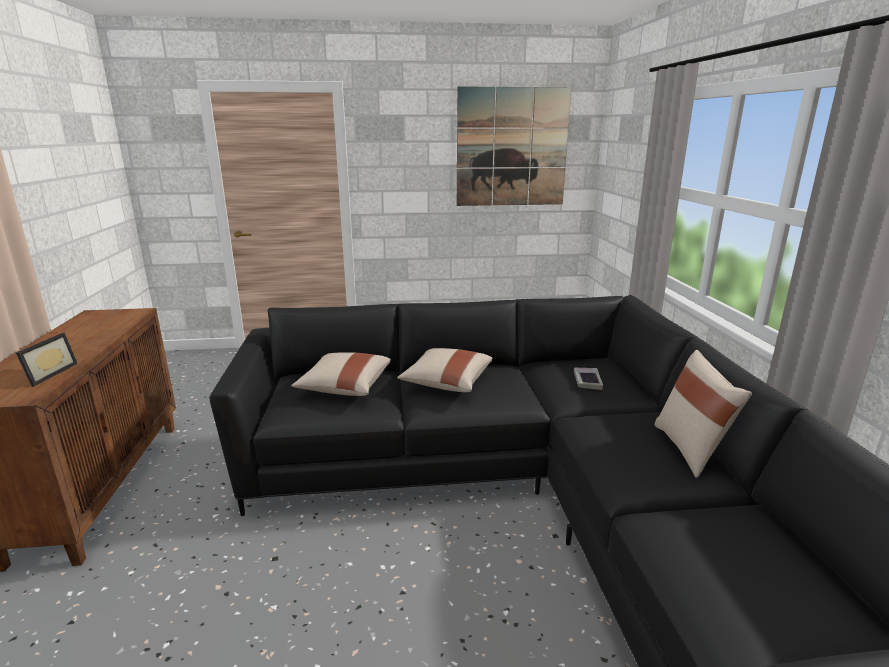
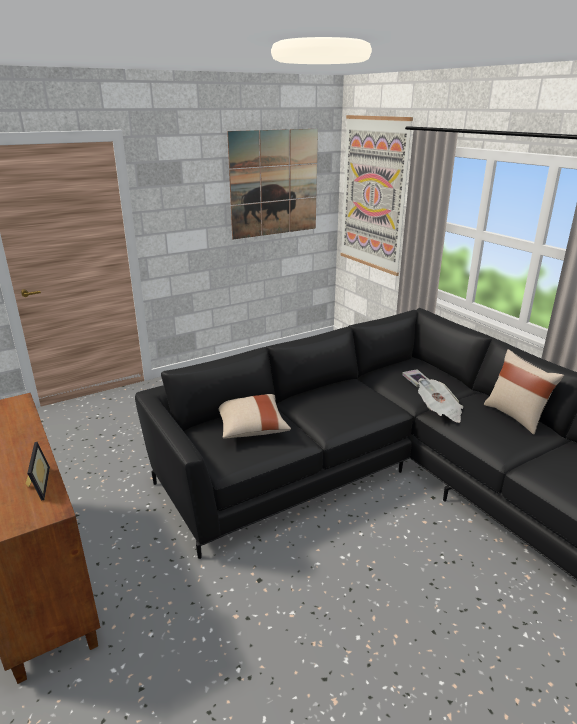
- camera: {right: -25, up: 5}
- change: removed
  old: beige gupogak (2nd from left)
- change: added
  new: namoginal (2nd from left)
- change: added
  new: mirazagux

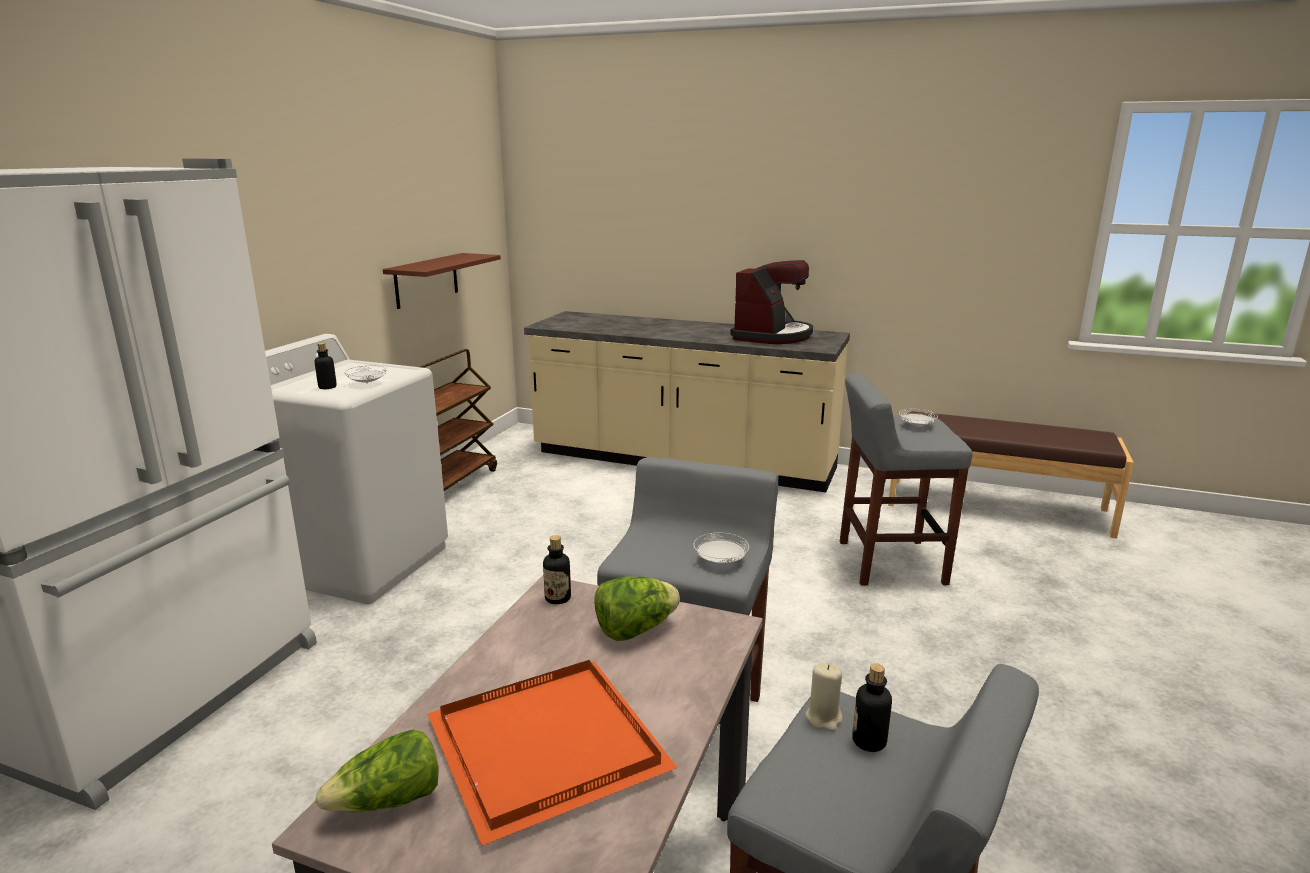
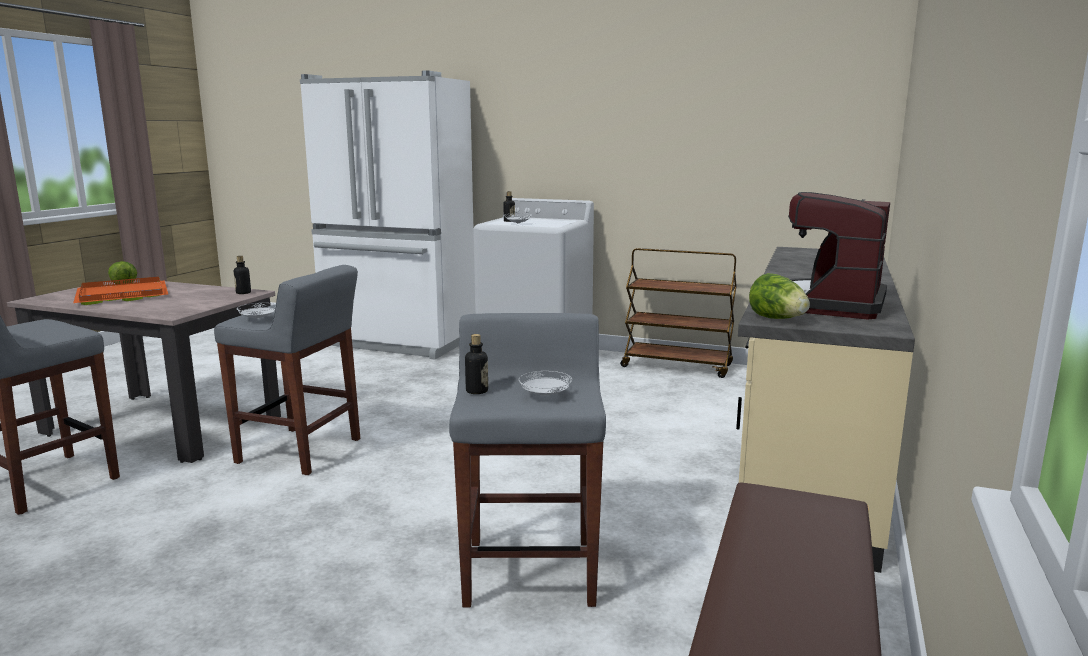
- camera: {right: 90, up: -5}
- change: removed
  old: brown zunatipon
- change: turned
  old: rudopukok
  degrees: 90
- change: moved
  old: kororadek (2nd from left)
- change: removed
  old: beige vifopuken
- change: moved
  old: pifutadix (3rd from left in the first image)
  new: pifutadix (2nd from left)

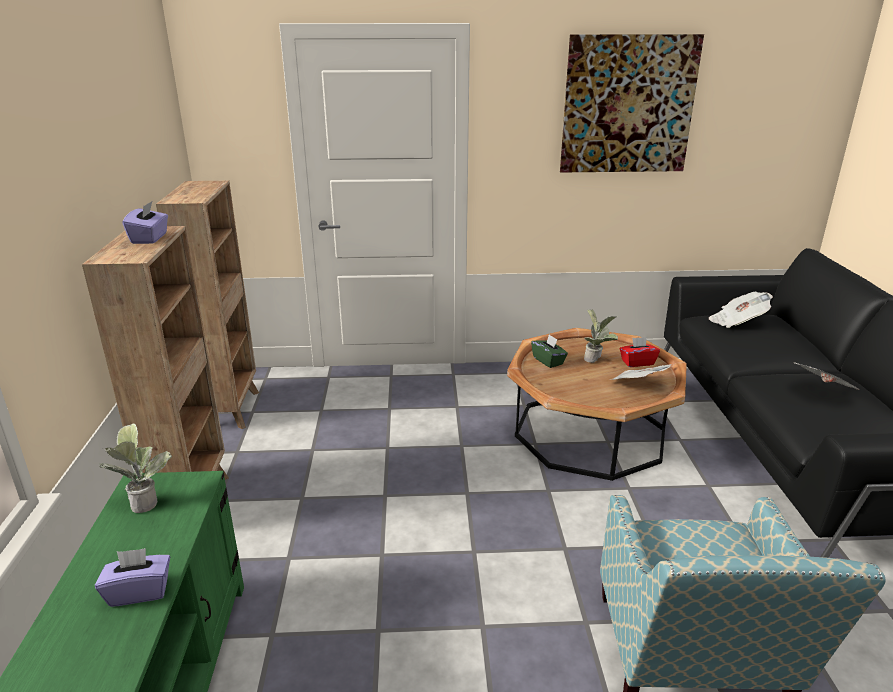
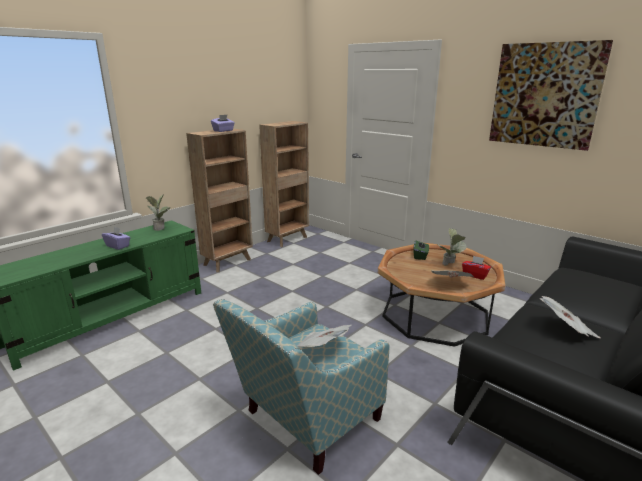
- camera: {right: 45, up: -5}
- change: moved
  old: mirazagux (2nd from left in the first image)
  new: mirazagux (1st from left)

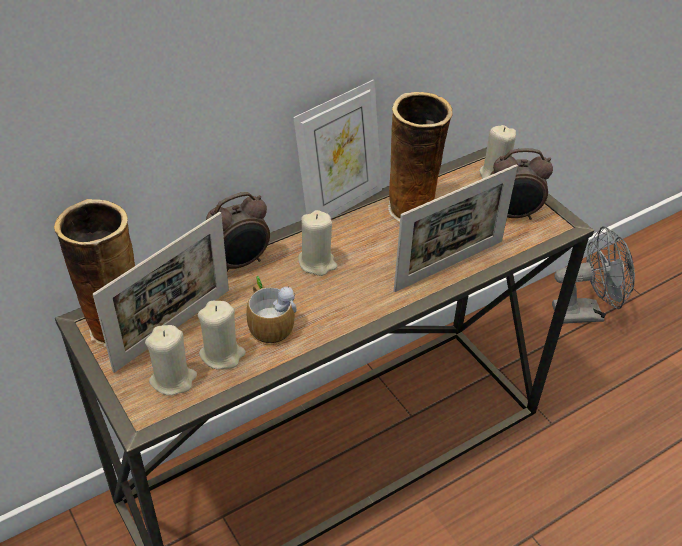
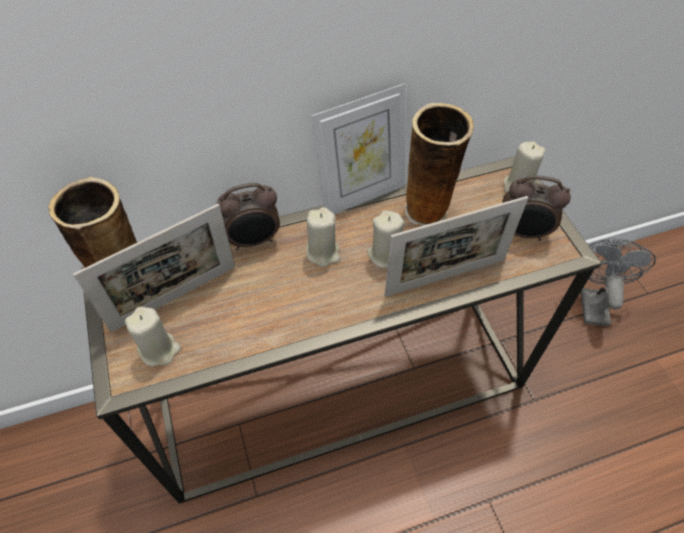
- camera: {right: 15, up: 10}
- change: turned
  old: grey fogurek
  degrees: -90
- change: removed
  old: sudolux
- change: moved
  old: beige vifopuken (2nd from left in the first image)
  new: beige vifopuken (3rd from left)

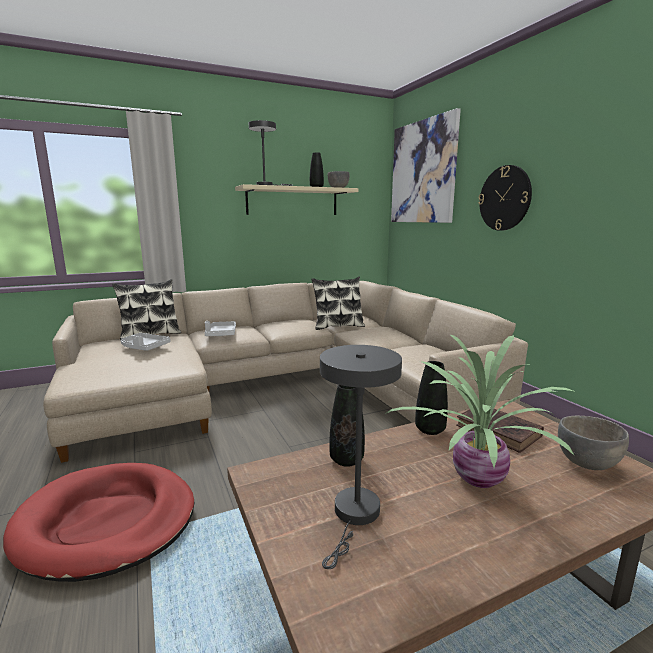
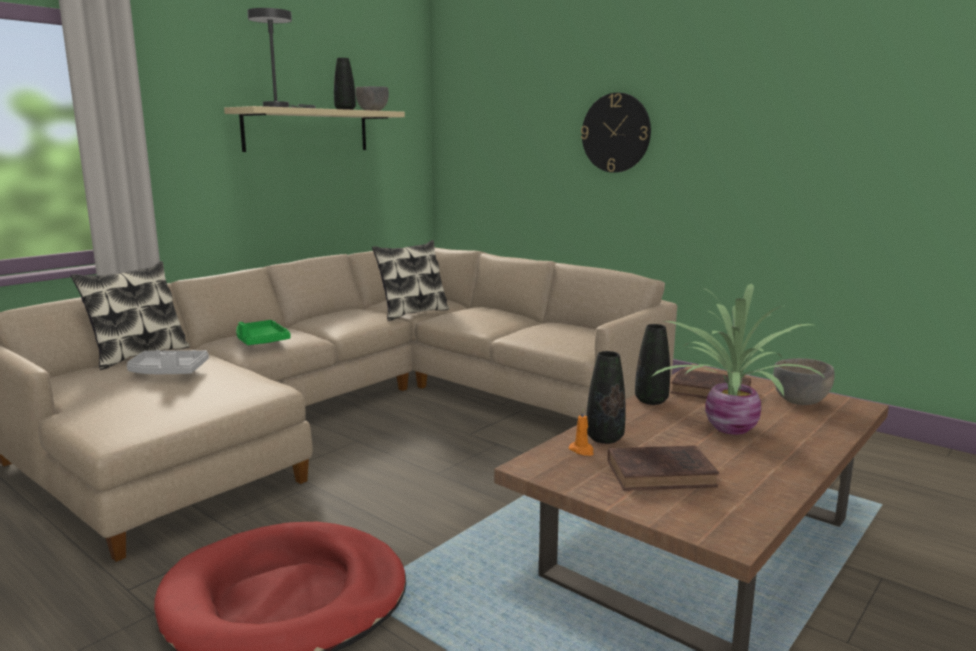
- camera: {right: -25, up: 0}
- change: removed
  old: namoginal
- change: recoloured
  old: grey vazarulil (2nd from left)
  new: green vazarulil
- change: replaced
  old: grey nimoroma (2nd from left)
  new: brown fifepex (1st from left)
- change: added
  new: orange vifopuken

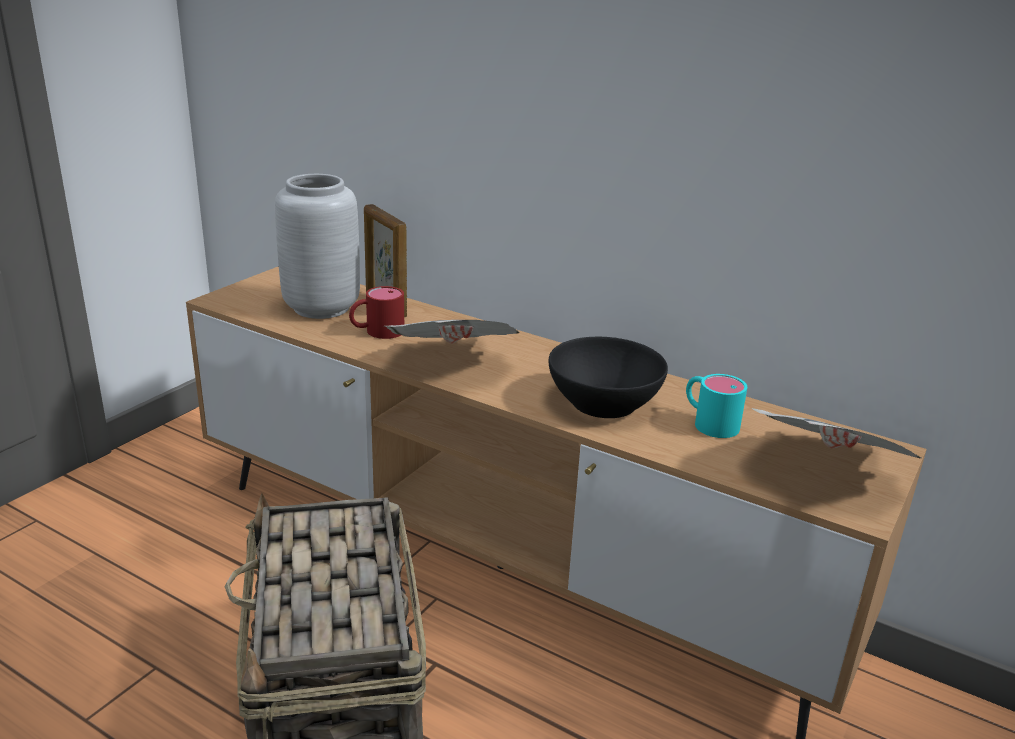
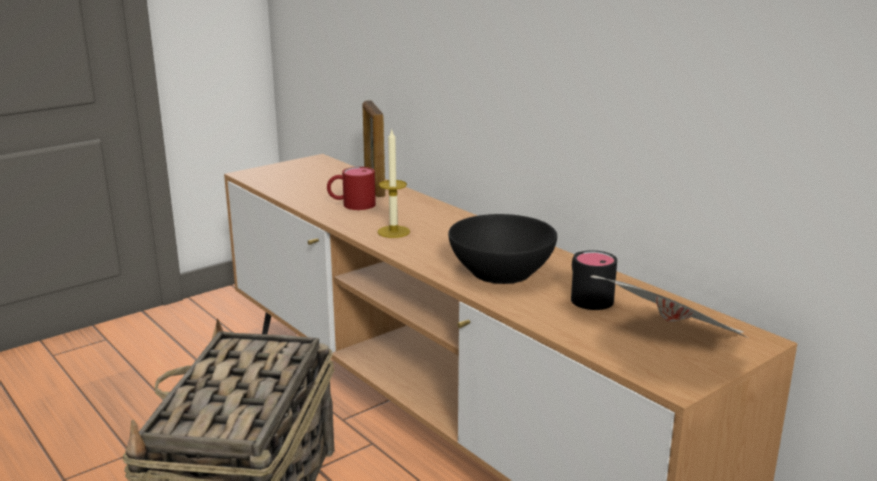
- camera: {right: 20, up: -5}
- change: removed
  old: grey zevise
- change: replaced
  old: mirazagux (1st from left)
  new: vifopuken
- change: recoloured
  old: turquoise sudolux
  new: black sudolux

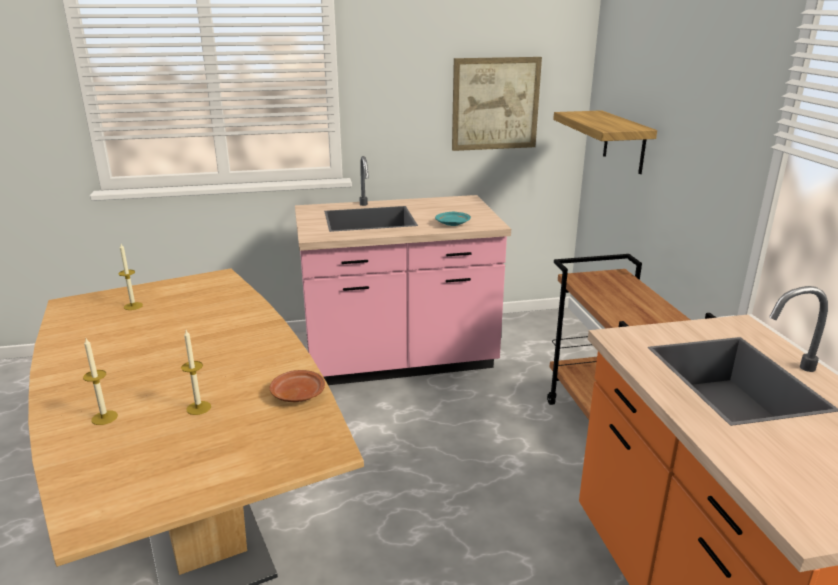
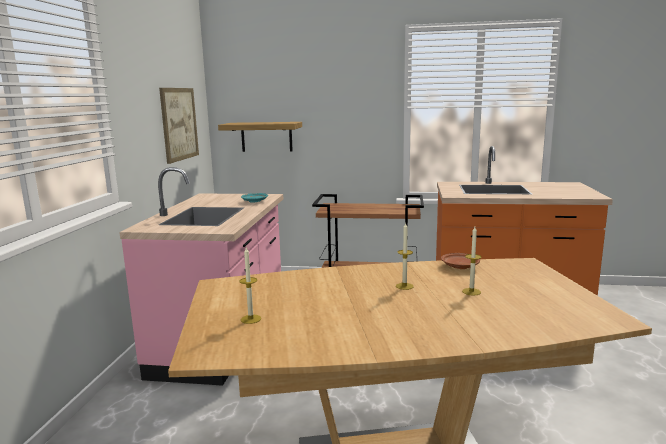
- camera: {right: -70, up: -10}
- change: moved
  old: vifopuken (1st from left in the first image)
  new: vifopuken (2nd from left)

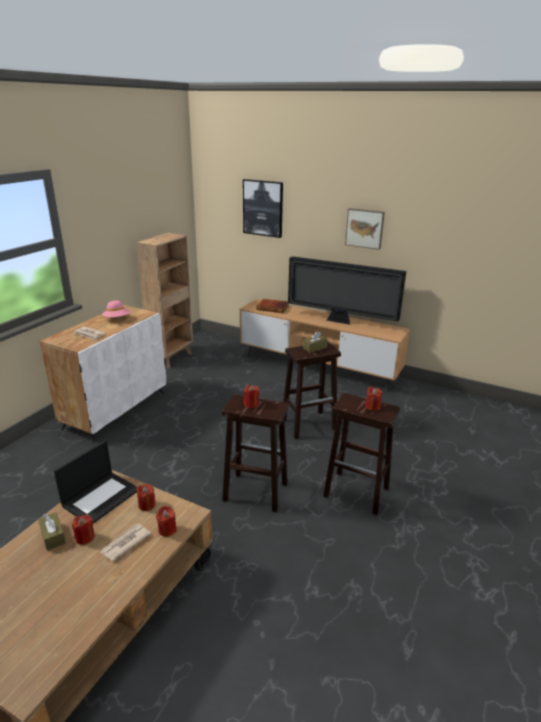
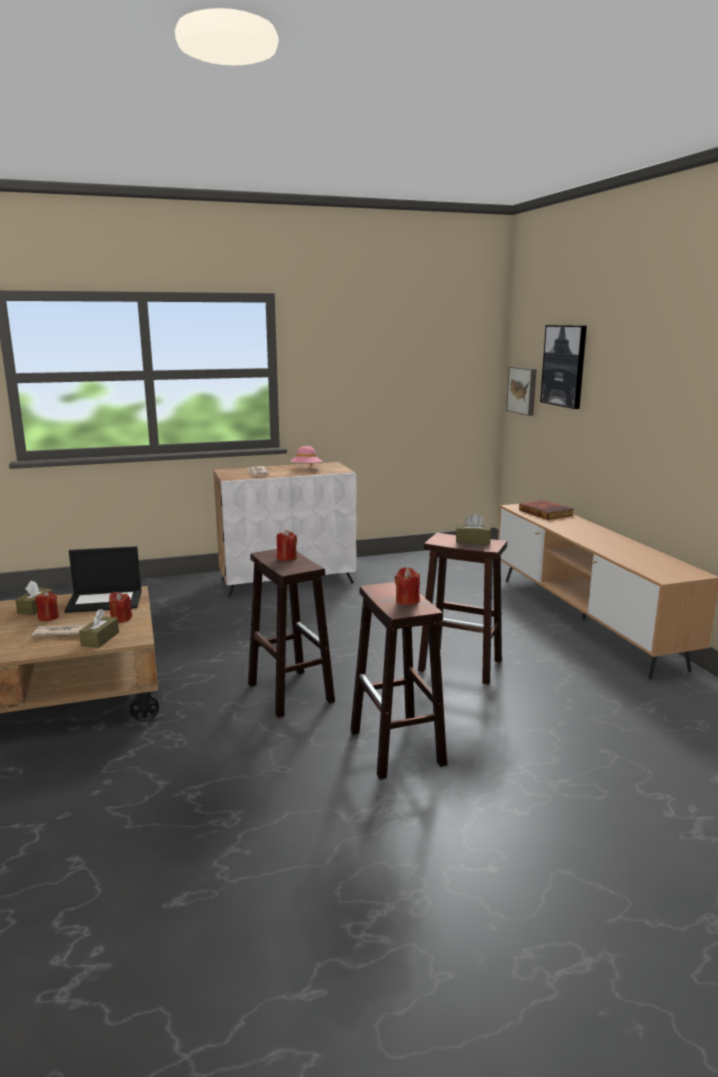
- camera: {right: 45, up: -10}
- change: moved
  old: namoginal (2nd from left in the first image)
  new: namoginal (1st from left)
- change: removed
  old: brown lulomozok
- change: removed
  old: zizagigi
- change: replaced
  old: red vifopuken (3rd from left)
  new: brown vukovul (2nd from left)

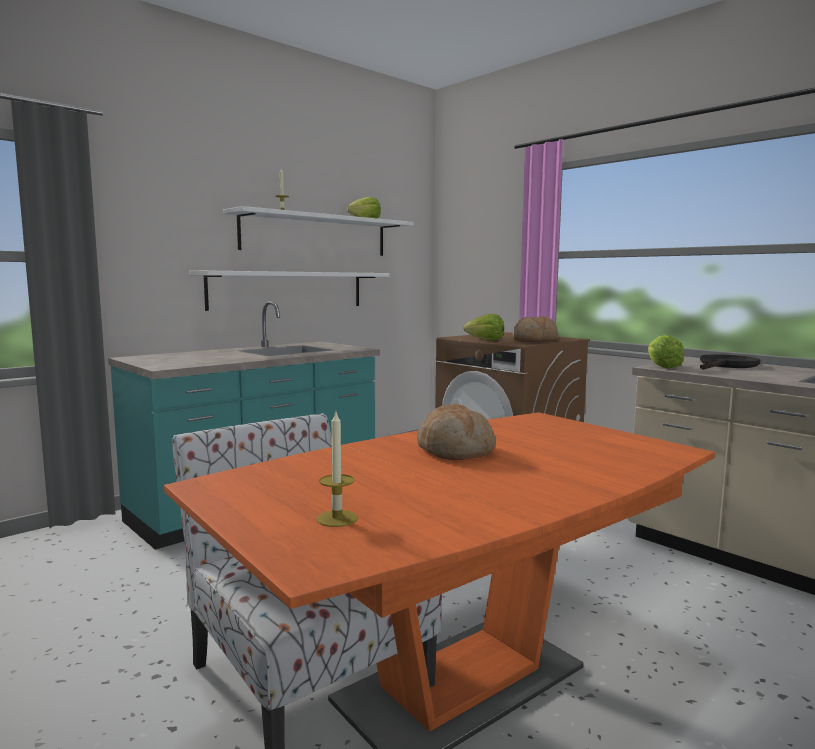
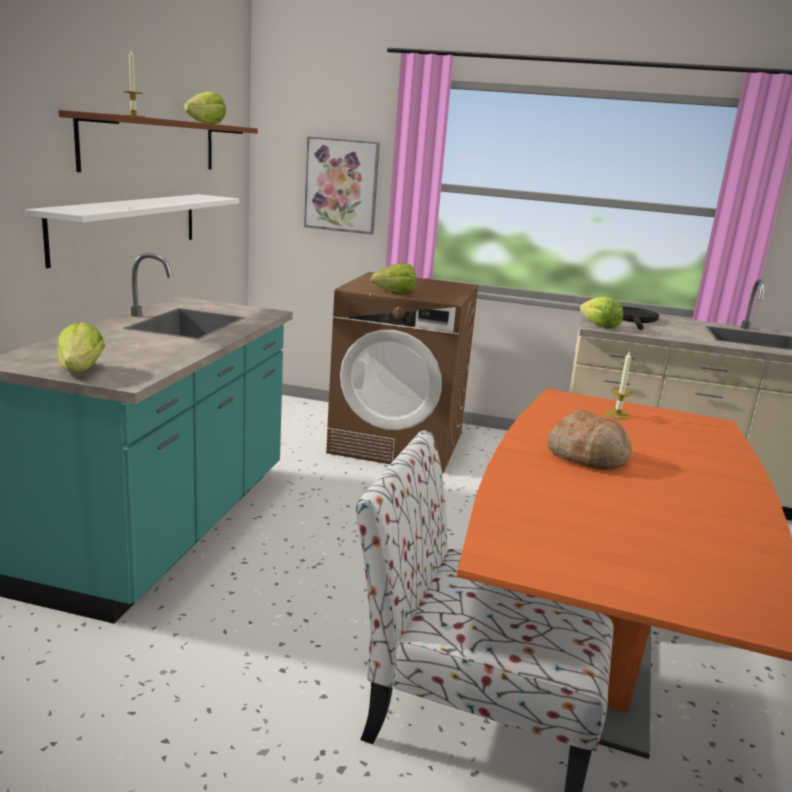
- camera: {right: -35, up: 10}
- change: recoloured
  old: white zunatipon (2nd from left)
  new: brown zunatipon
- change: removed
  old: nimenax (2nd from left)
- change: moved
  old: vifopuken (2nd from left)
- change: added
  new: namoginal
- change: added
  new: kororadek (1st from left)

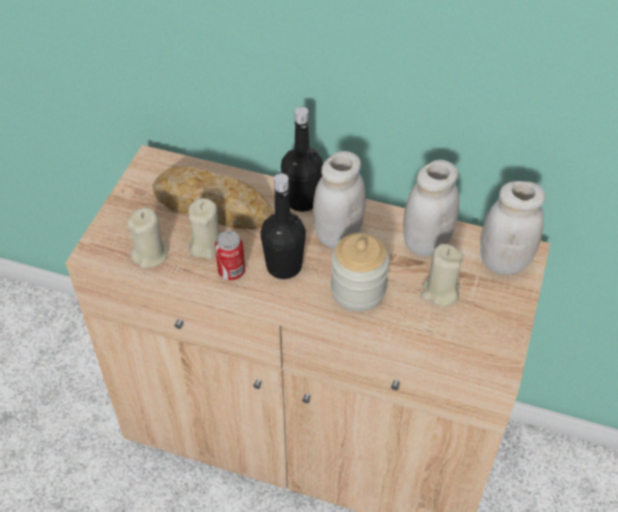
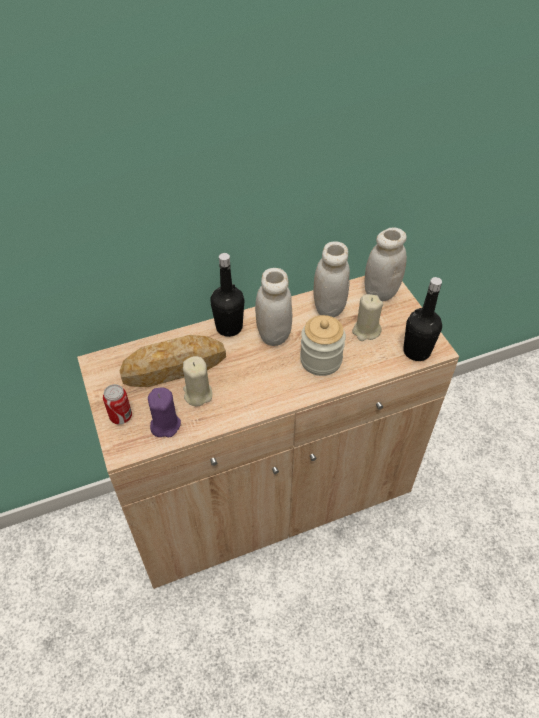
- camera: {right: -40, up: 0}
- change: moved
  old: black pifutadix (1st from left in the first image)
  new: black pifutadix (2nd from left)
- change: recoloured
  old: beige vifopuken (1st from left)
  new: purple vifopuken
- change: moved
  old: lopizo

